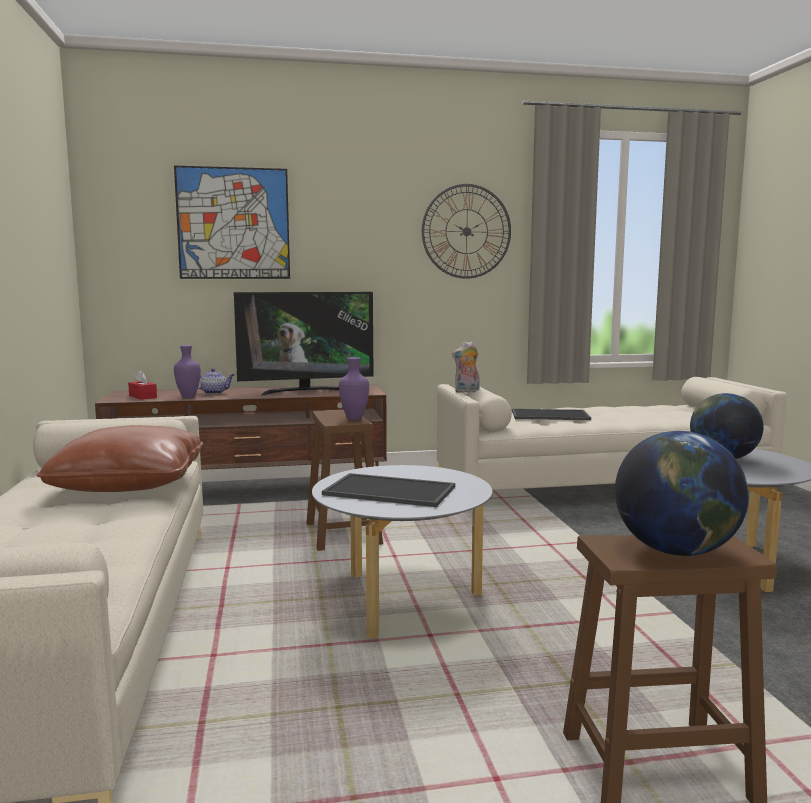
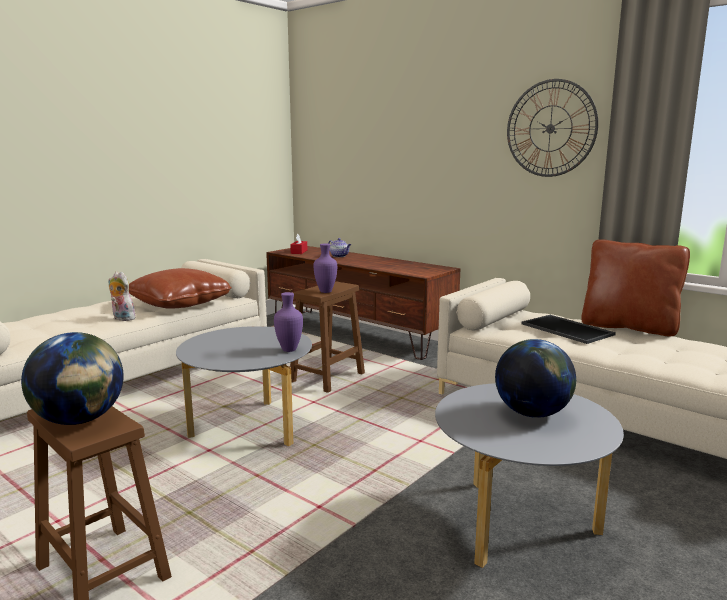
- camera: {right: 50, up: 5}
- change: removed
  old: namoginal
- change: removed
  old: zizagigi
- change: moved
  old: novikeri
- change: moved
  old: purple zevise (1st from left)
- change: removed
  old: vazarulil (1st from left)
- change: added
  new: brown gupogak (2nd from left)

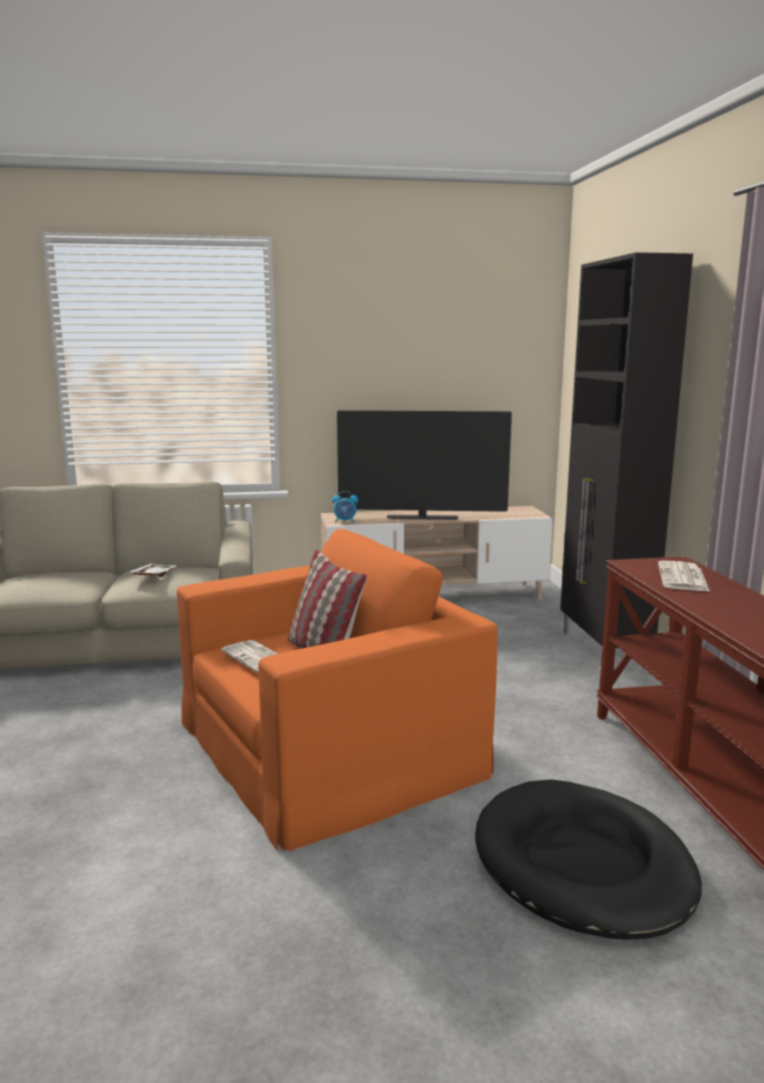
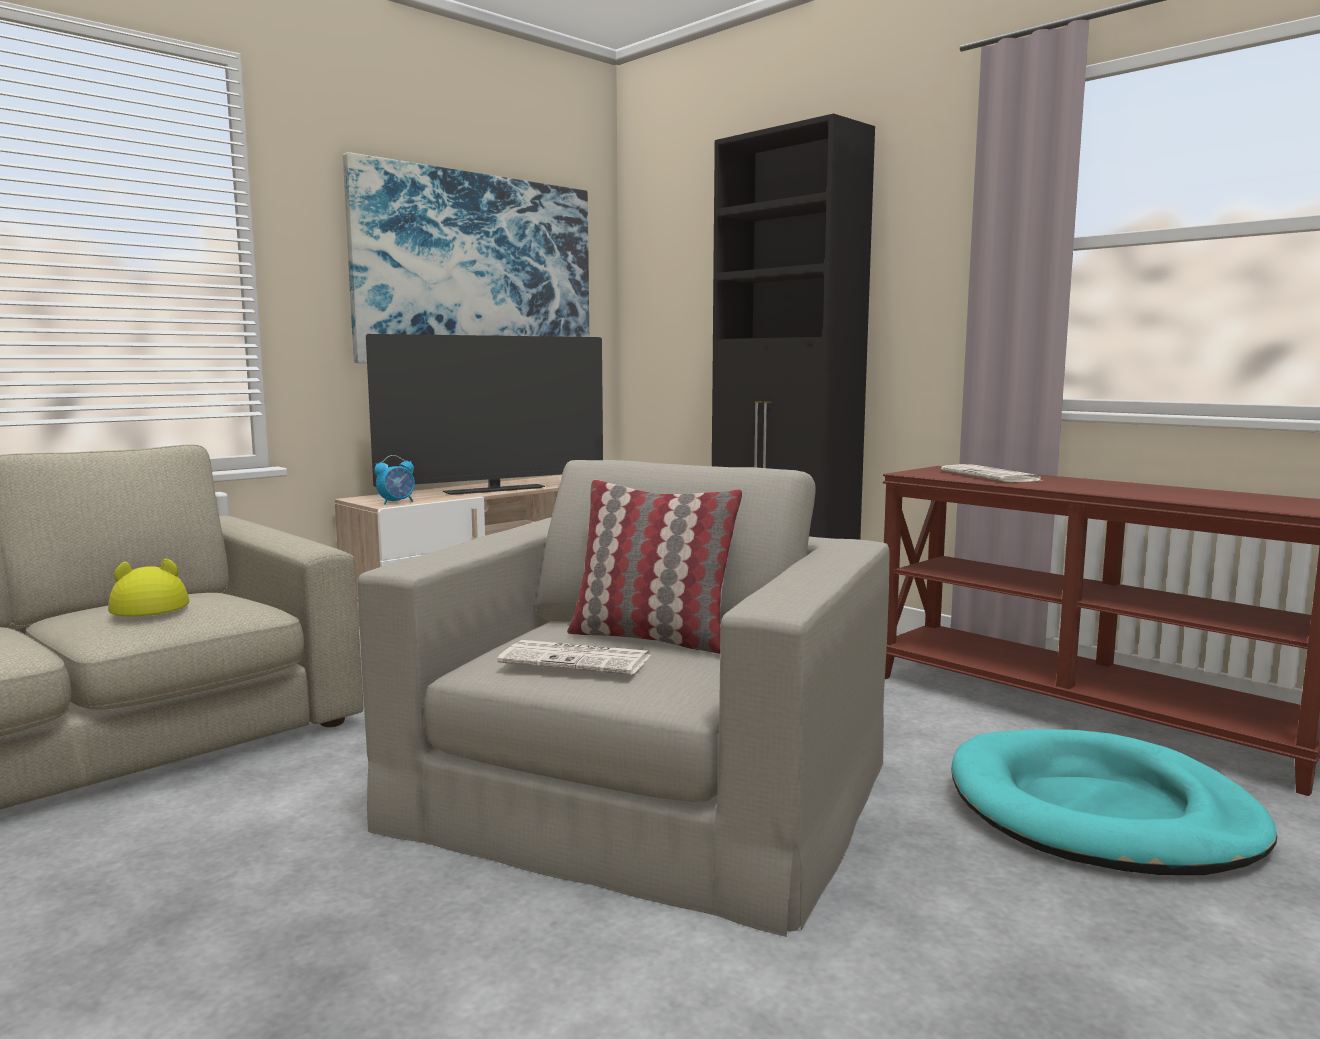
- camera: {right: -35, up: -5}
- change: recoloured
  old: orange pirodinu
  new: beige pirodinu
- change: replaced
  old: white vazarulil
  new: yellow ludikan
- change: recoloured
  old: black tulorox
  new: turquoise tulorox
- change: added
  new: namoginal

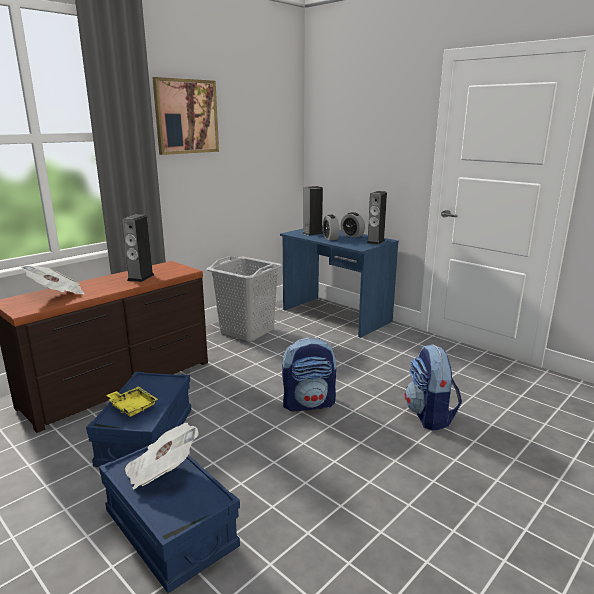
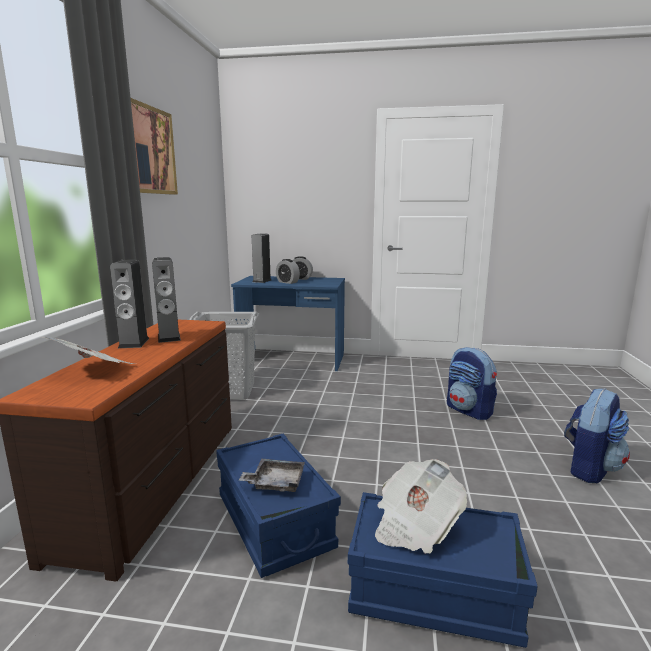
- camera: {right: -35, up: -5}
- change: moved
  old: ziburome (3rd from left in the first image)
  new: ziburome (1st from left)
- change: moved
  old: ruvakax (1st from left in the first image)
  new: ruvakax (2nd from left)
- change: recoloured
  old: yellow vazarulil
  new: grey vazarulil

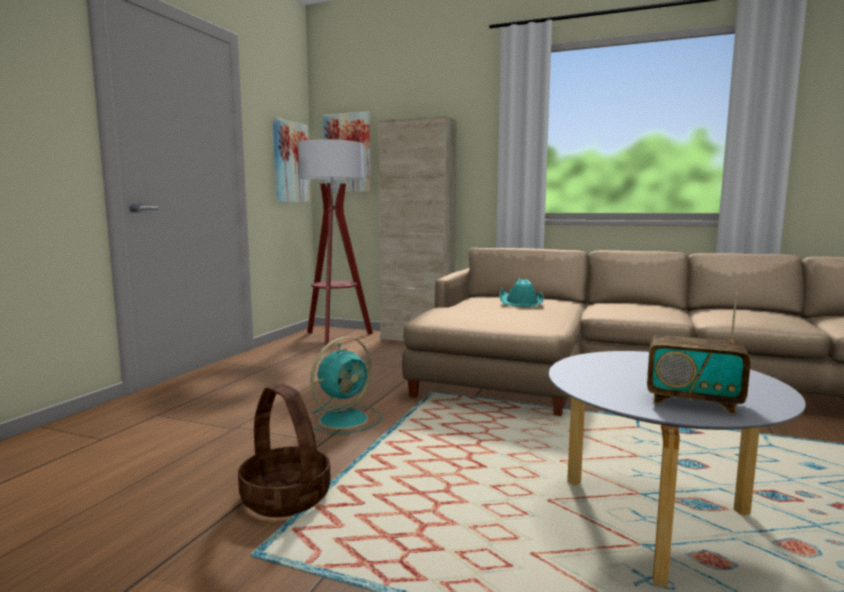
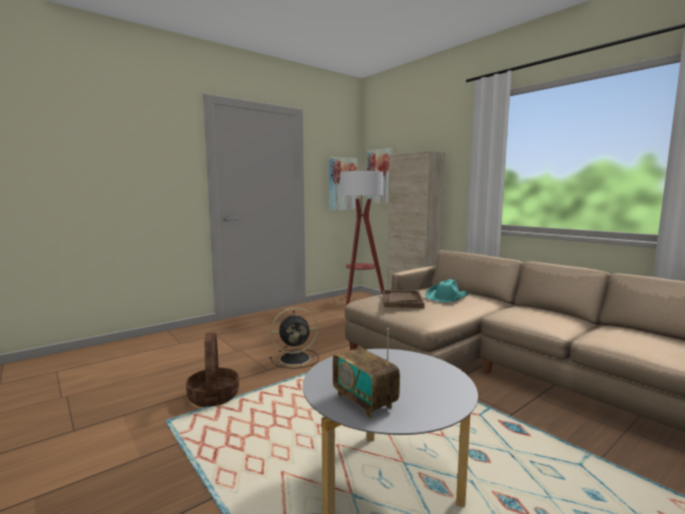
- camera: {right: 30, up: 0}
- change: recoloured
  old: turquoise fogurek
  new: black fogurek
- change: added
  new: brown vazarulil

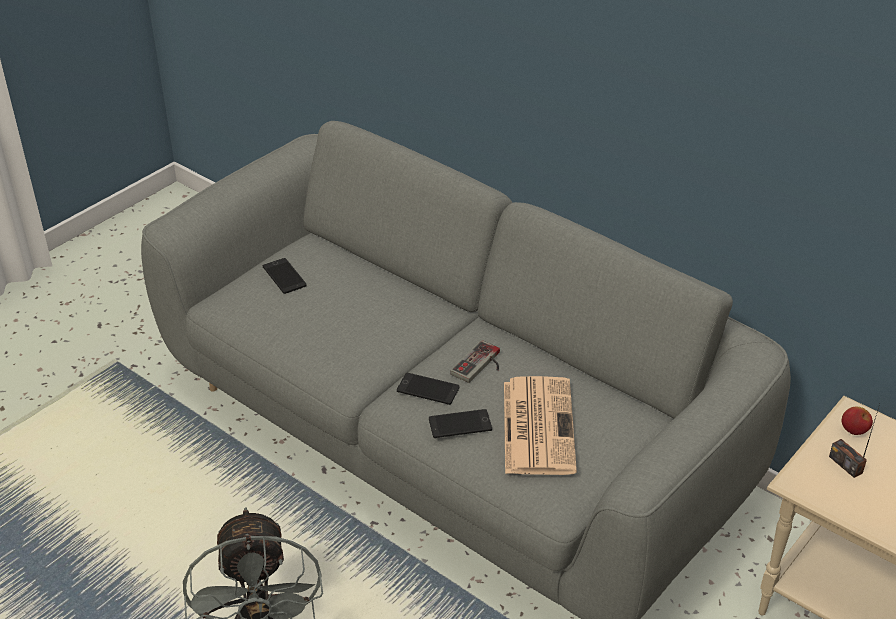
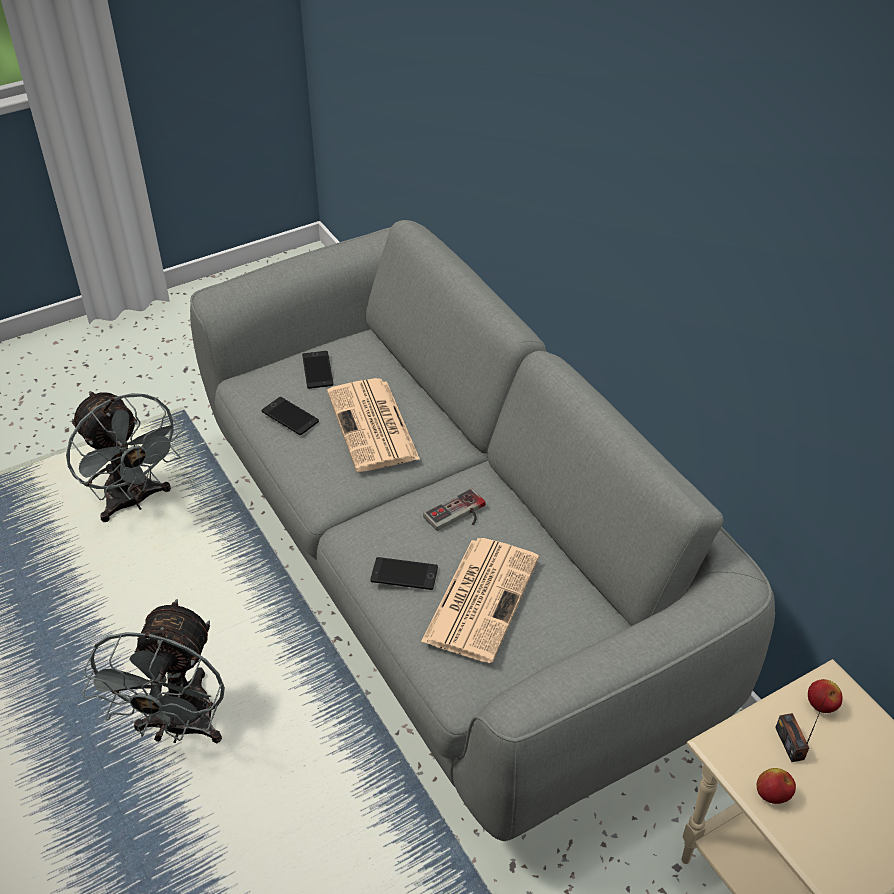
- camera: {right: 20, up: 5}
- change: moved
  old: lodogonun (2nd from left in the first image)
  new: lodogonun (1st from left)
- change: added
  new: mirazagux (1st from left)
- change: added
  new: grey fogurek (1st from left)
- change: added
  new: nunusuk (1st from left)

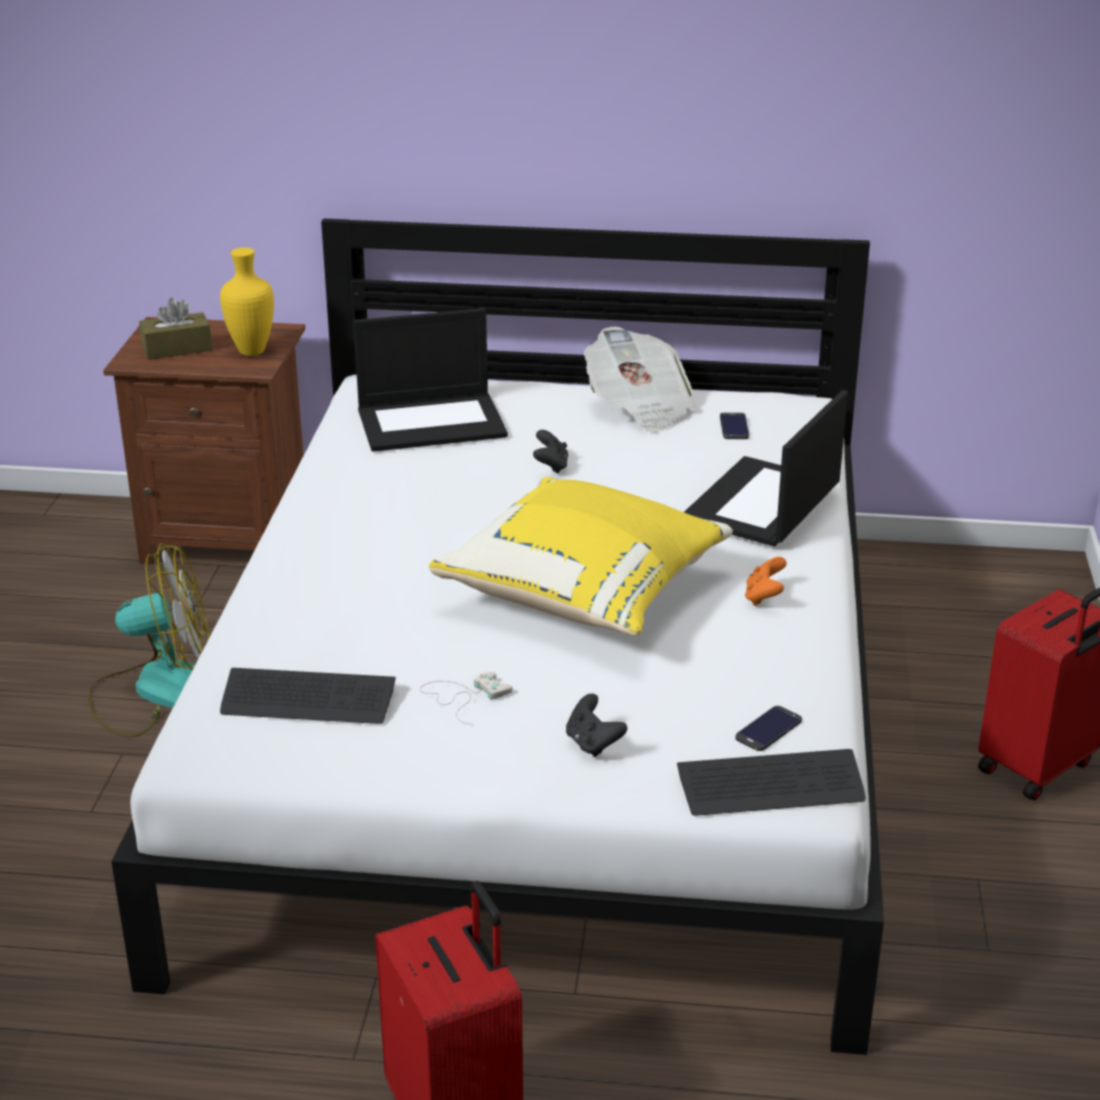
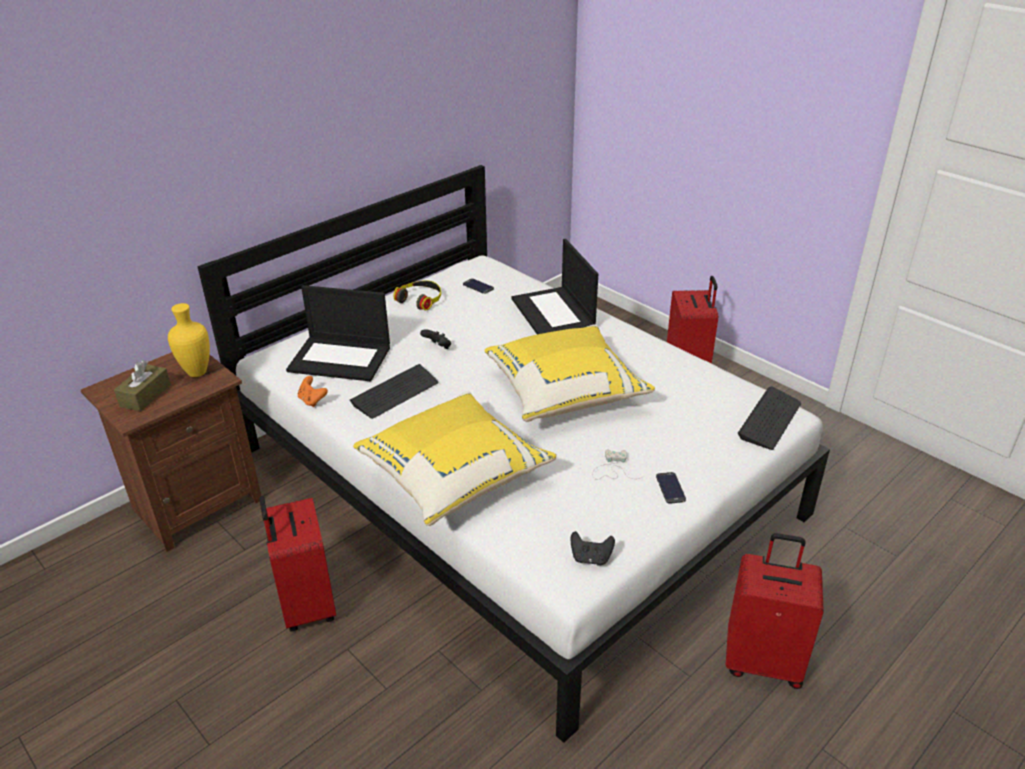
- camera: {right: -50, up: 5}
- change: turned
  old: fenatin (1st from left)
  degrees: 75
- change: replaced
  old: mirazagux
  new: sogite
- change: replaced
  old: fogurek
  new: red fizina (1st from left)
- change: moved
  old: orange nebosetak
- change: moved
  old: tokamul (1st from left)
- change: moved
  old: black nebosetak (2nd from left)
- change: moved
  old: lodogonun (2nd from left)
- change: added
  new: yellow gupogak (1st from left)

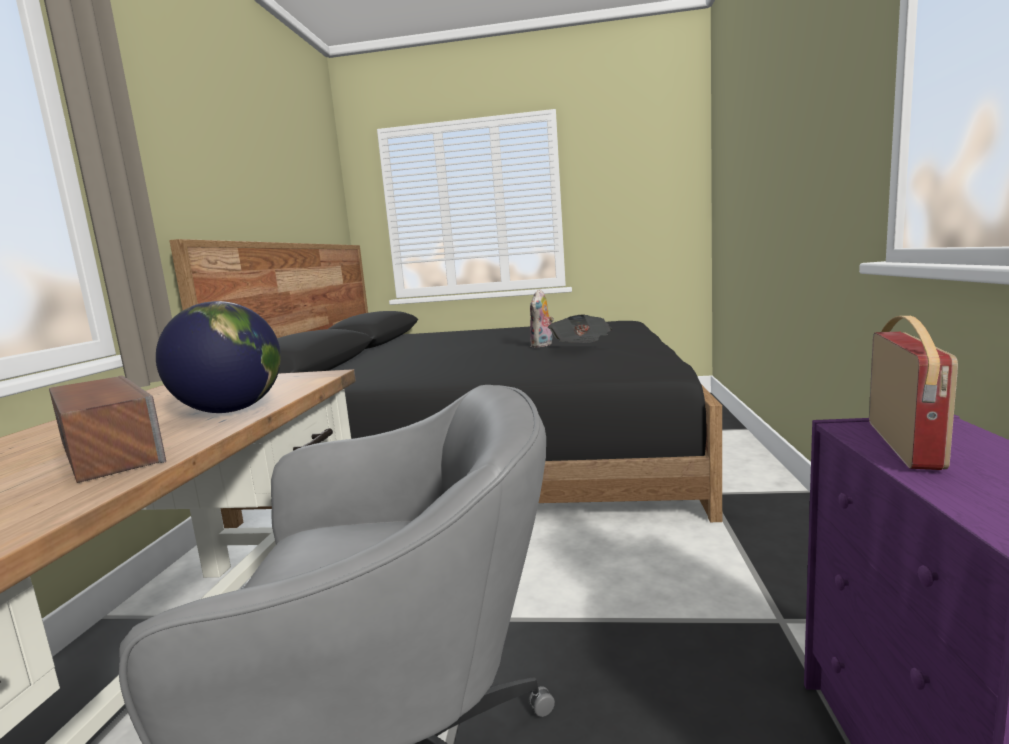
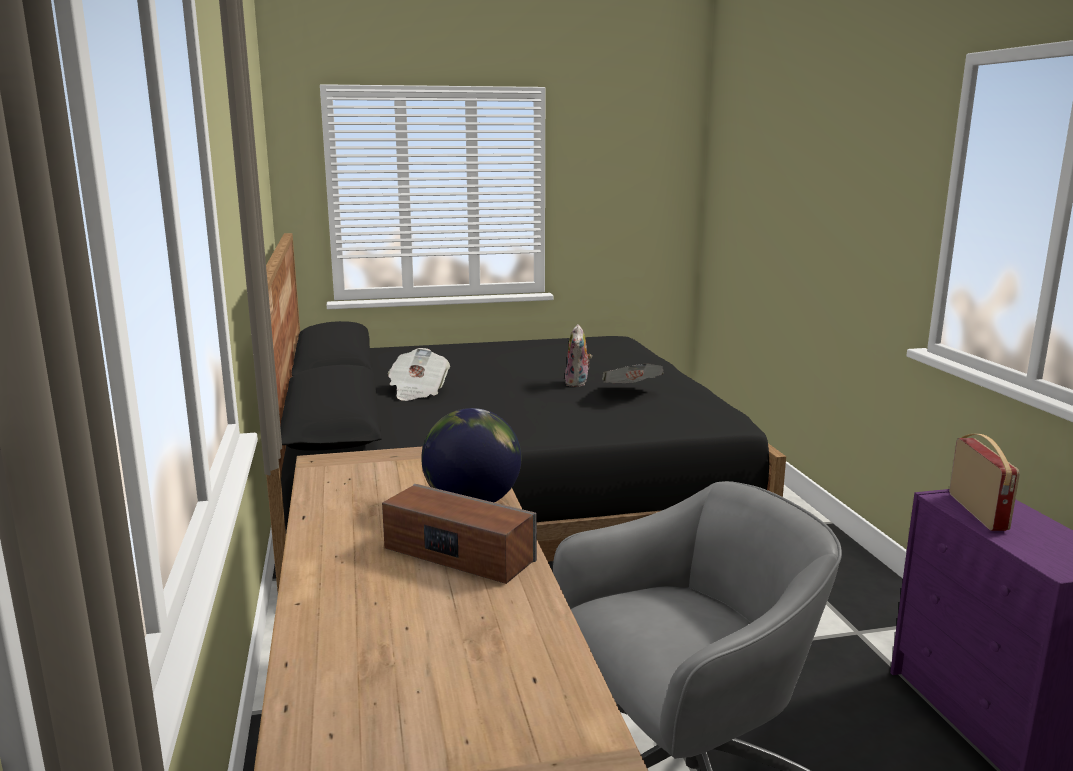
- camera: {right: -20, up: 5}
- change: added
  new: mirazagux (1st from left)

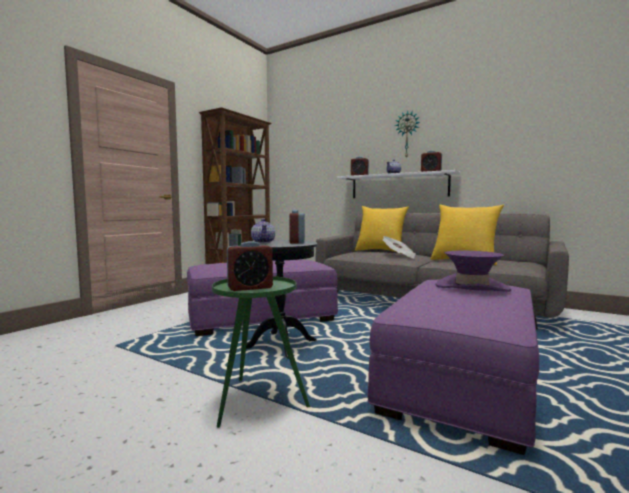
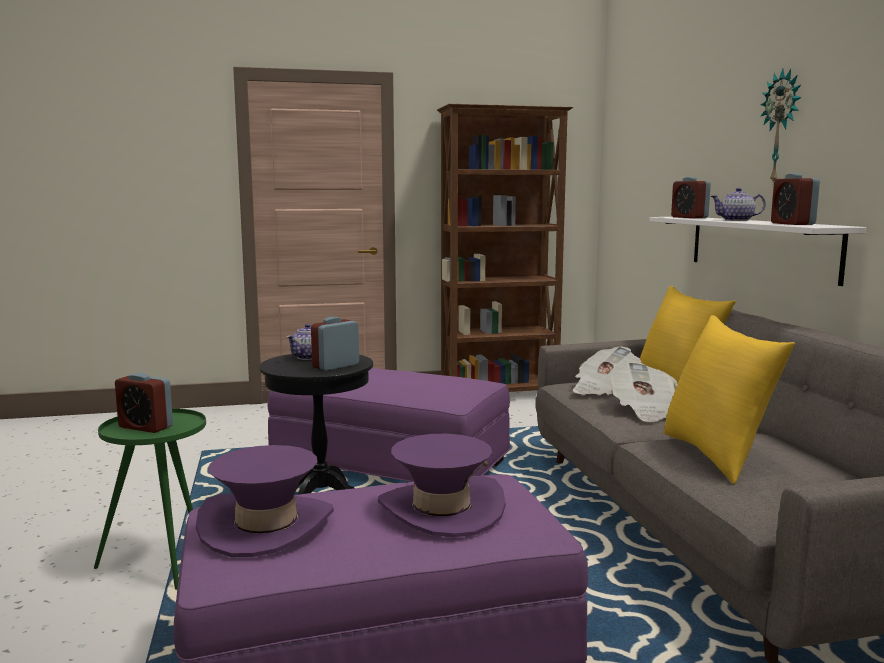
- camera: {right: 45, up: 5}
- change: added
  new: mirazagux (1st from left)
- change: added
  new: purple ludikan (1st from left)

